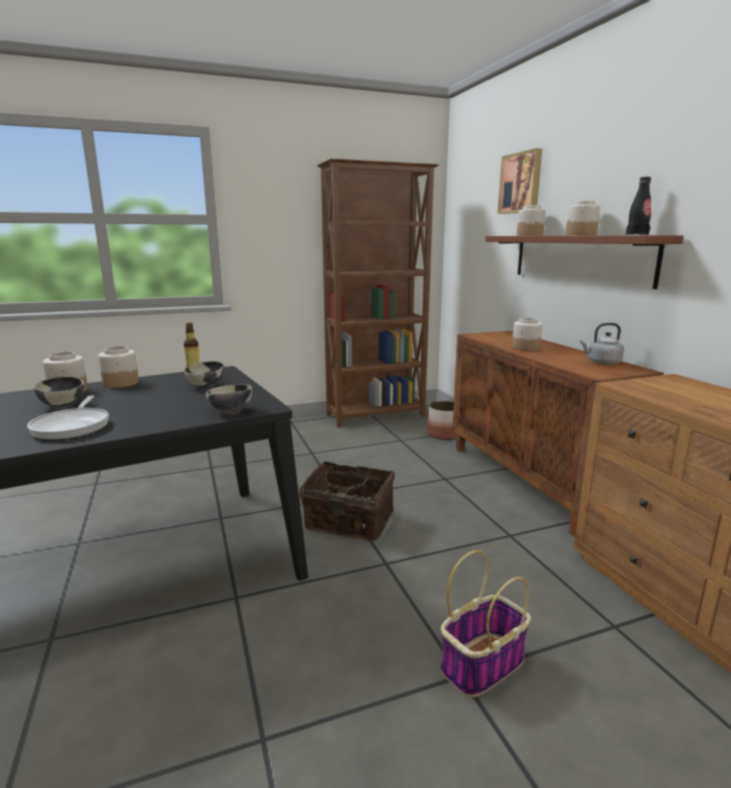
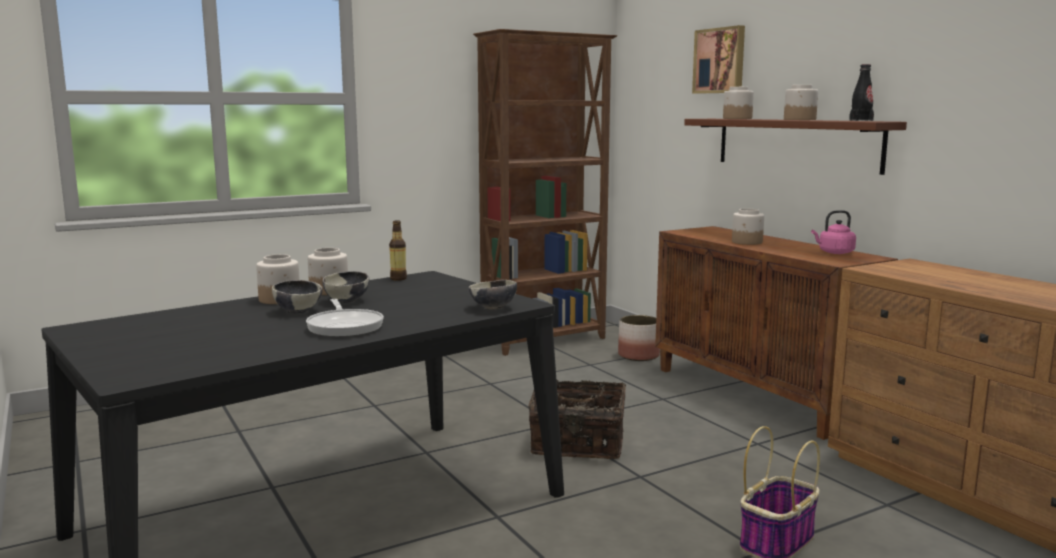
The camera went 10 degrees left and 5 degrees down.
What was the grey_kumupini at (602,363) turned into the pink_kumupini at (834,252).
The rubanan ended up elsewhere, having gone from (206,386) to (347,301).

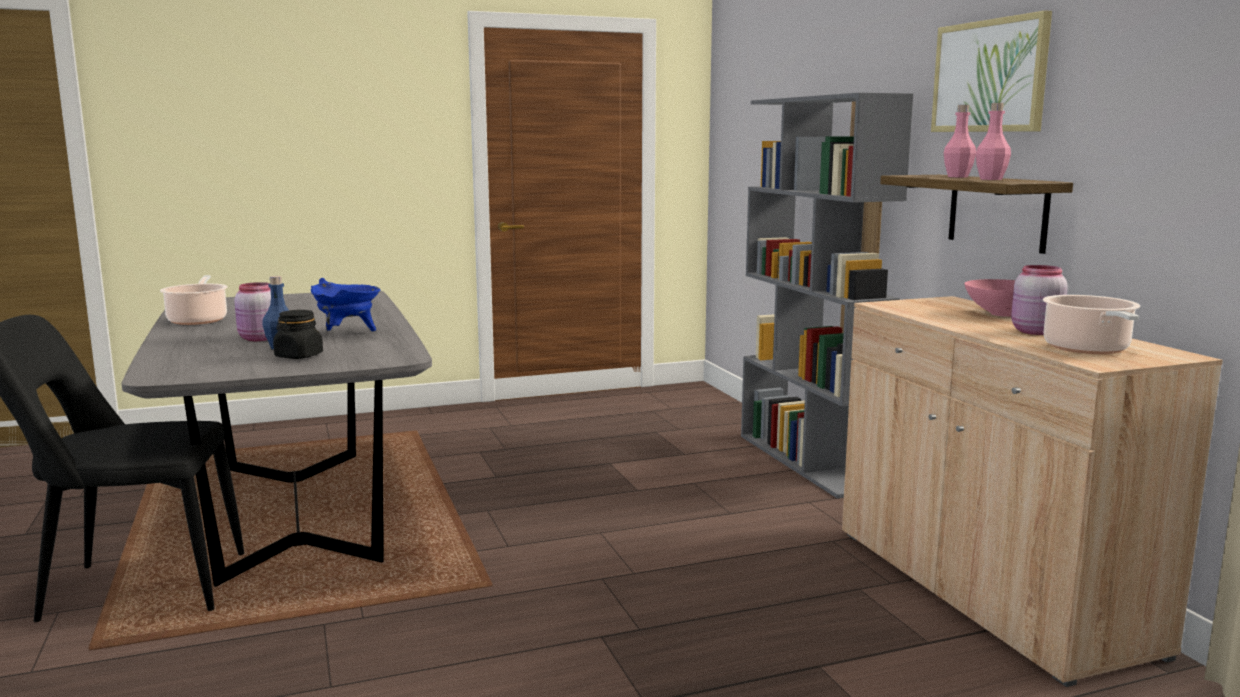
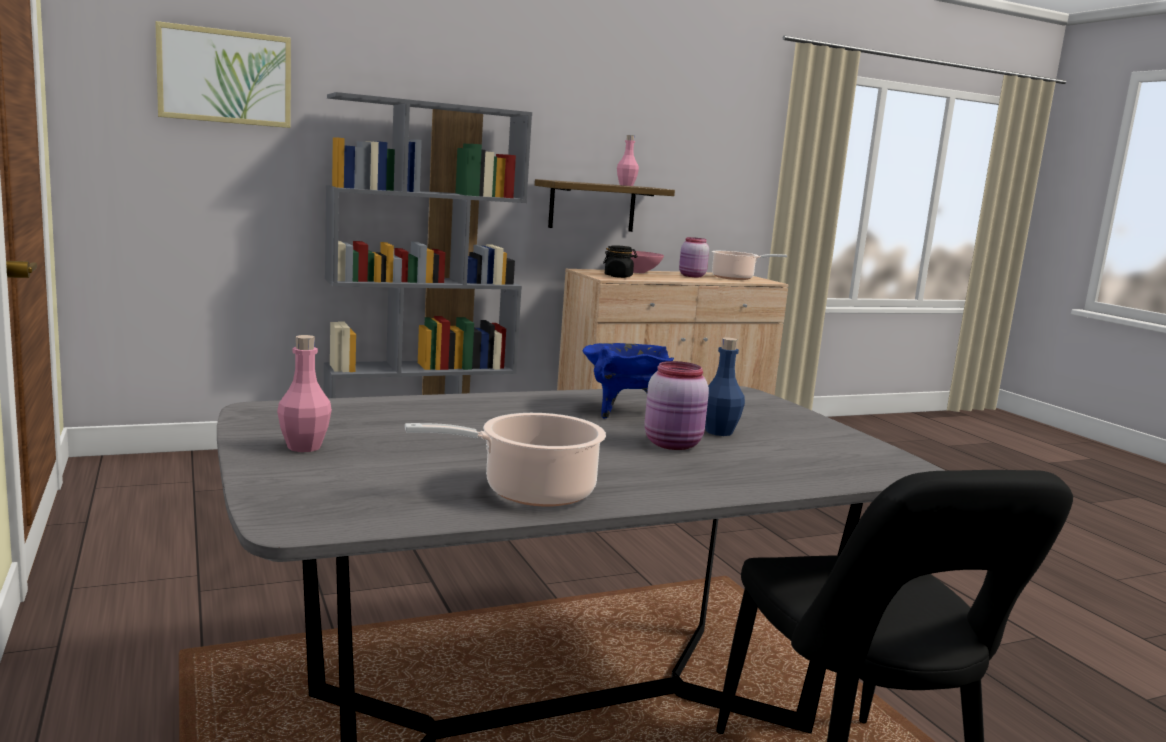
The camera went 95 degrees left and 0 degrees up.
The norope ended up elsewhere, having gone from (990,76) to (225,76).
The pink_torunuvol ended up elsewhere, having gone from (957,177) to (304,447).
The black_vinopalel ended up elsewhere, having gone from (299,356) to (618,276).

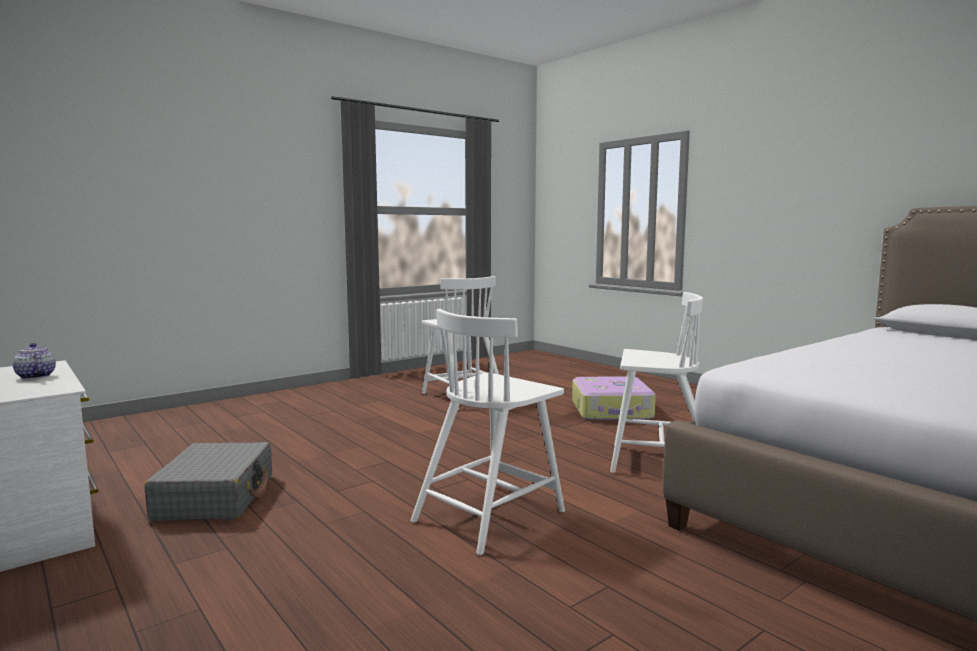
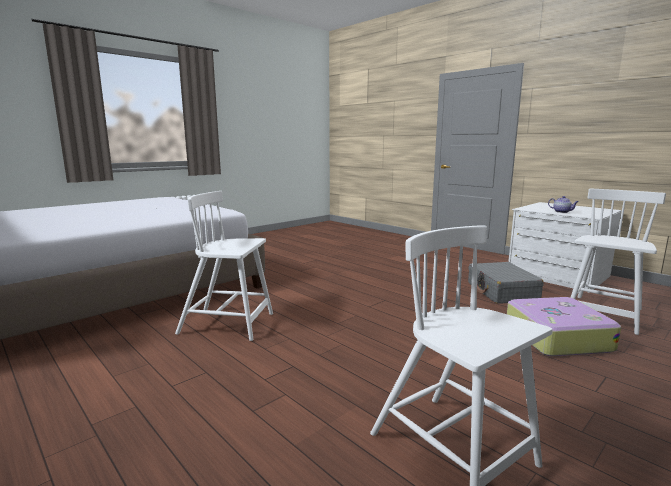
The camera went 175 degrees right and 5 degrees up.
The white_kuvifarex ended up elsewhere, having gone from (490,515) to (604,314).
The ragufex ended up elsewhere, having gone from (612,410) to (555,337).

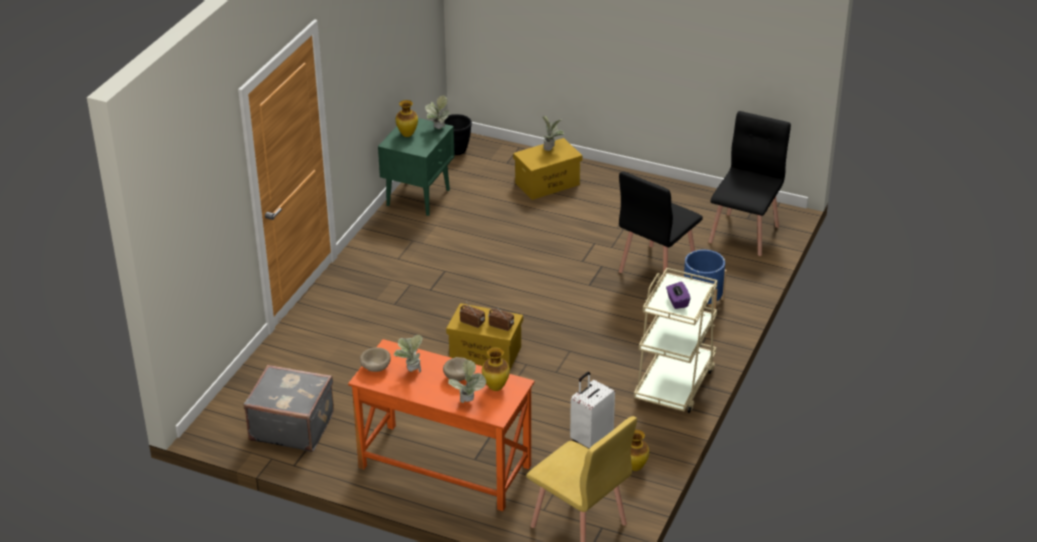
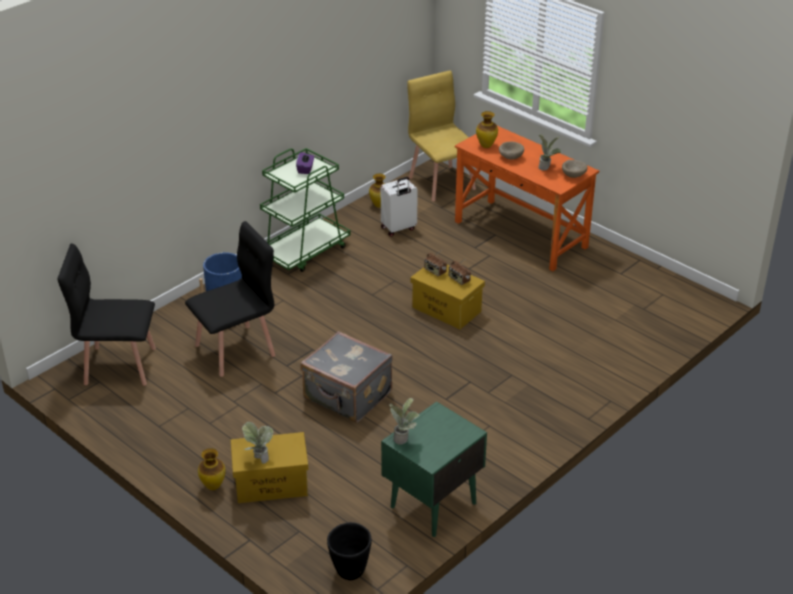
The camera went 160 degrees left and 0 degrees up.
The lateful ended up elsewhere, having gone from (407,135) to (213,486).
The black_kuvifarex at (744,234) ended up facing another way, 45 degrees clockwise from before.
What was the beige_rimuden at (674,383) turned into the green_rimuden at (305,251).
The second view lost the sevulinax at (468,403).
The grey_ragufex ended up elsewhere, having gone from (292,426) to (347,396).

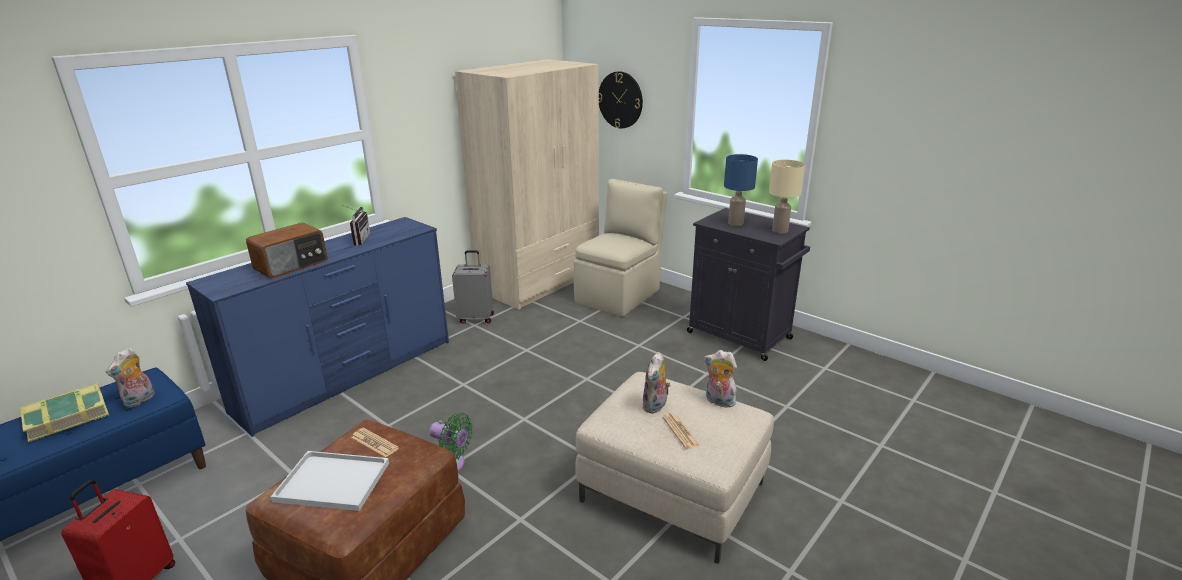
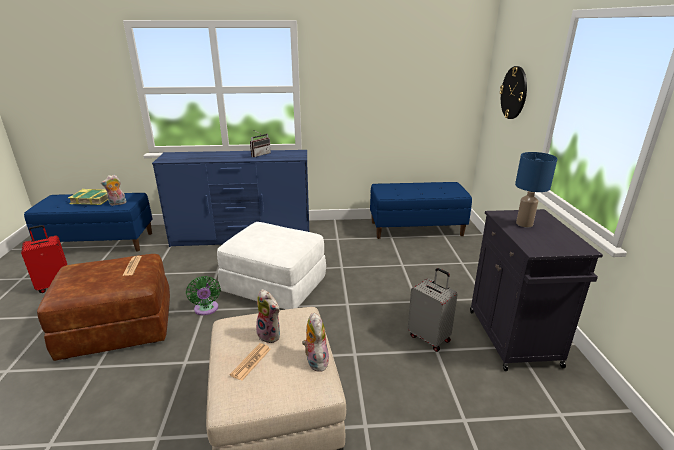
The camera went 45 degrees right and 0 degrees up.
Where the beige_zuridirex stood at (539,281), the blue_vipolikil came to stand at (416,228).
The second view lost the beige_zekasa at (779,231).
The second view lost the beige_kuvifarex at (619,295).
The second view lost the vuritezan at (292,265).
The grey_ragufex ended up elsewhere, having gone from (476,318) to (429,337).
The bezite at (655,406) ended up facing another way, 120 degrees counterclockwise from before.
The second view lost the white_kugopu at (330,482).
The second view gained the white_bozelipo at (275,285).

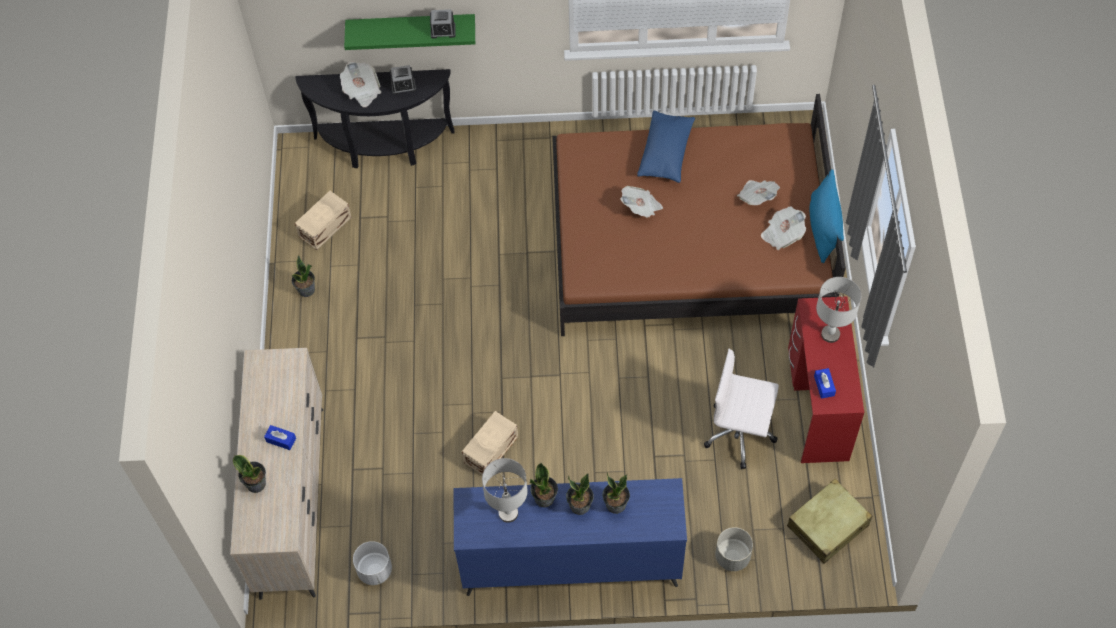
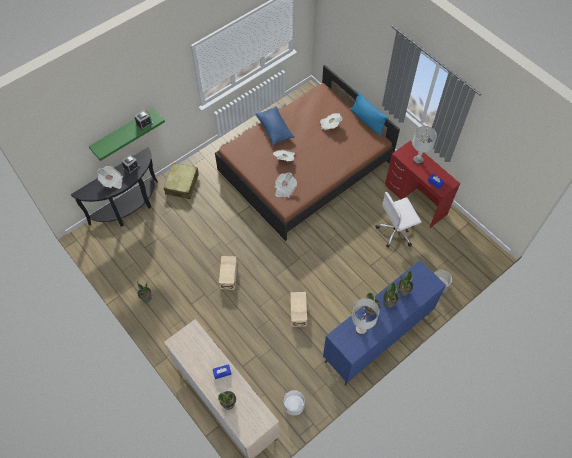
The camera went 40 degrees left and 0 degrees up.
The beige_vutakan ended up elsewhere, having gone from (326,227) to (229,275).
The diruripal ended up elsewhere, having gone from (782,234) to (284,189).
The beige_ragufex ended up elsewhere, having gone from (828,526) to (182,184).

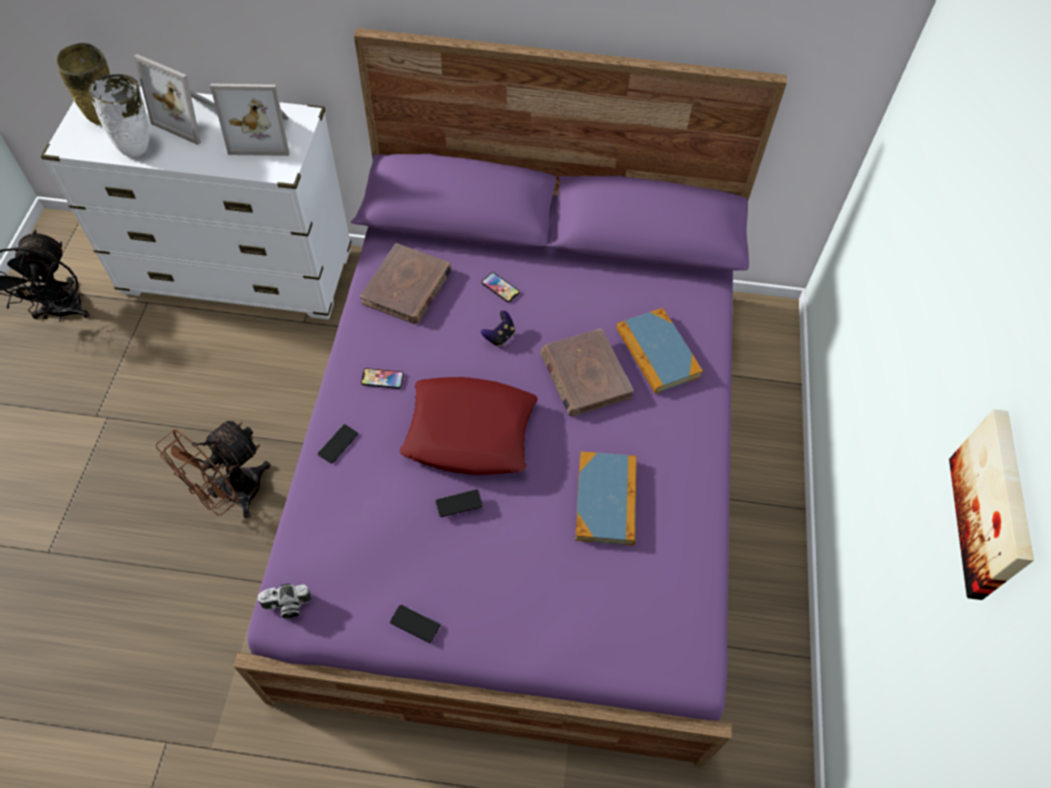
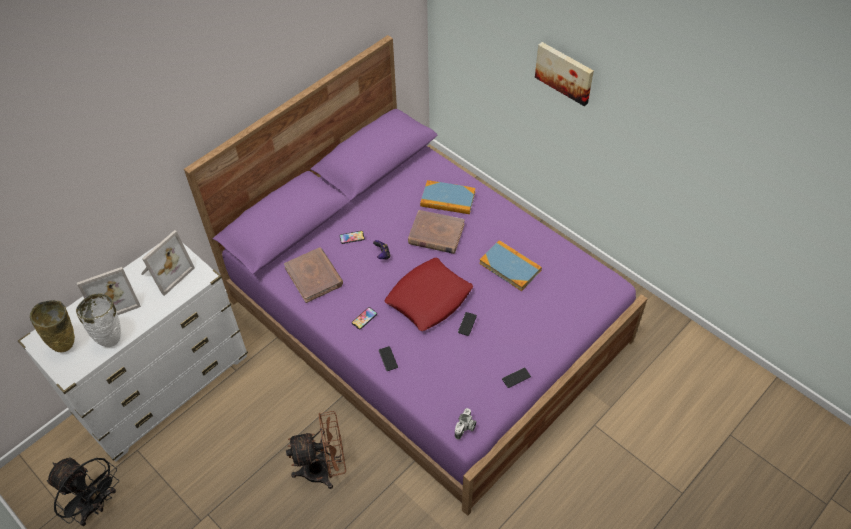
The camera went 50 degrees left and 5 degrees down.
The norope ended up elsewhere, having gone from (995,505) to (565,72).
The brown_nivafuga at (232,495) ended up facing another way, 90 degrees counterclockwise from before.

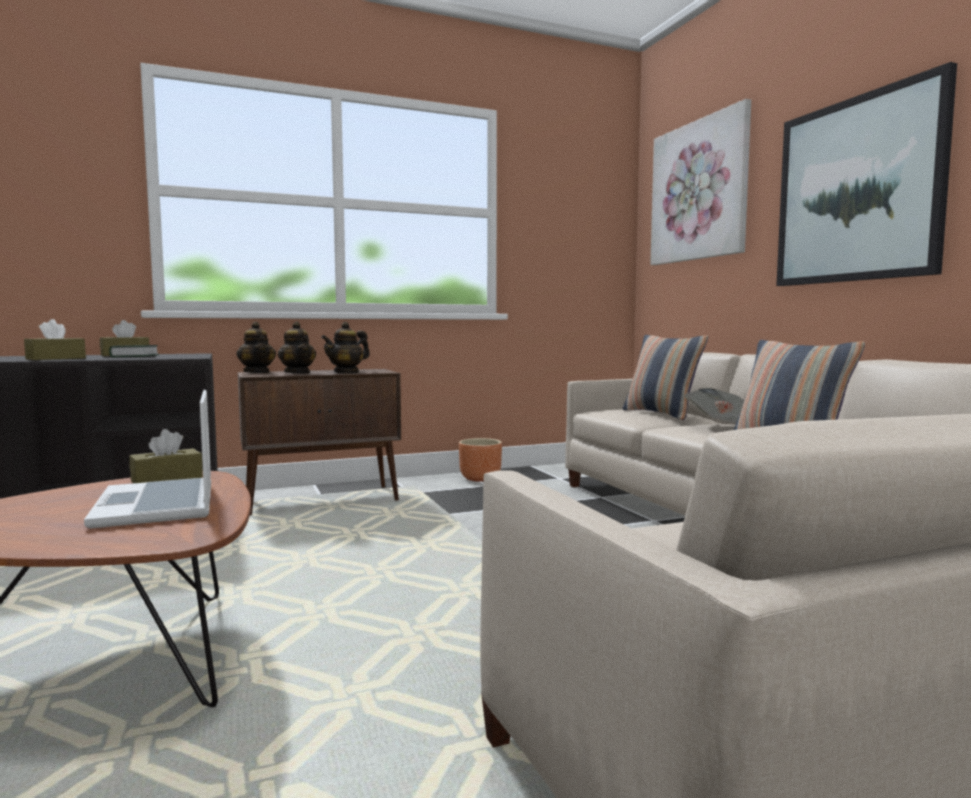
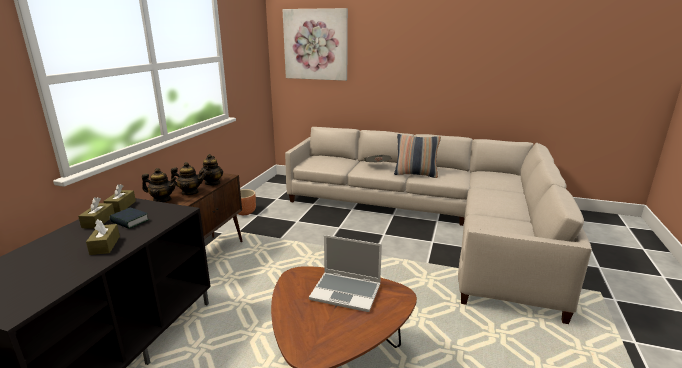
The camera went 50 degrees left and 15 degrees up.
The second view lost the norope at (857,190).
The second view lost the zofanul at (661,414).
The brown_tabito ended up elsewhere, having gone from (167,479) to (121,206).

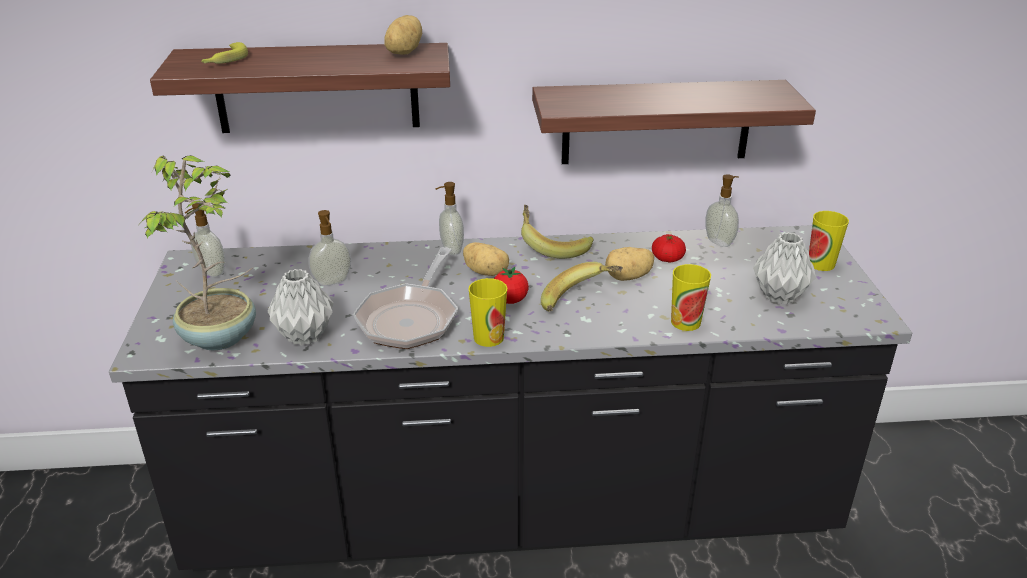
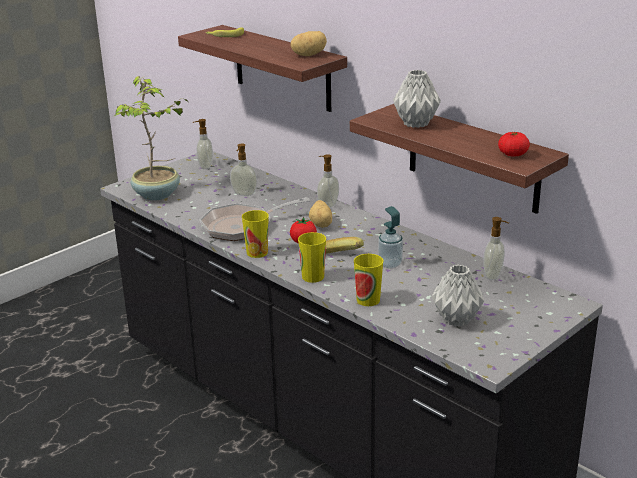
The camera went 50 degrees right and 5 degrees down.
The second view lost the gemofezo at (553,246).
The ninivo ended up elsewhere, having gone from (821,264) to (313,277).
The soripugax ended up elsewhere, having gone from (667,259) to (513,154).
Where the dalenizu stood at (628,277), the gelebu came to stand at (390,264).
The grey_lateful ended up elsewhere, having gone from (304,337) to (415,124).

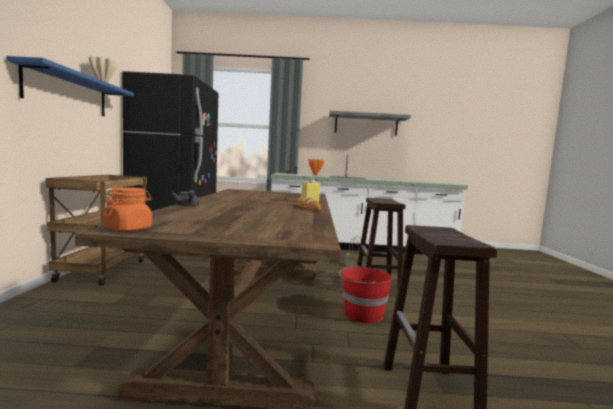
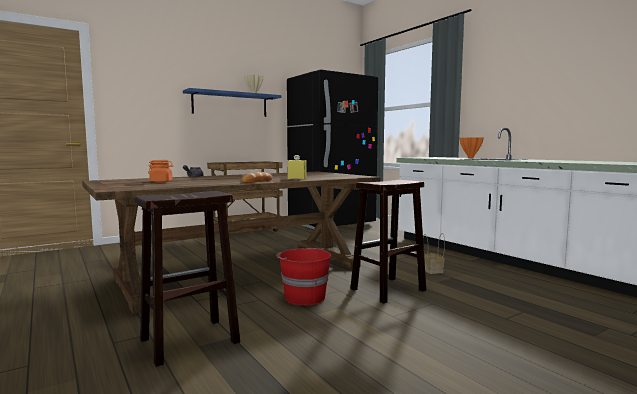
The camera went 55 degrees right and 0 degrees up.
The second view lost the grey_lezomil at (366,125).
The orange_vinopalel ended up elsewhere, having gone from (129,228) to (161,182).

